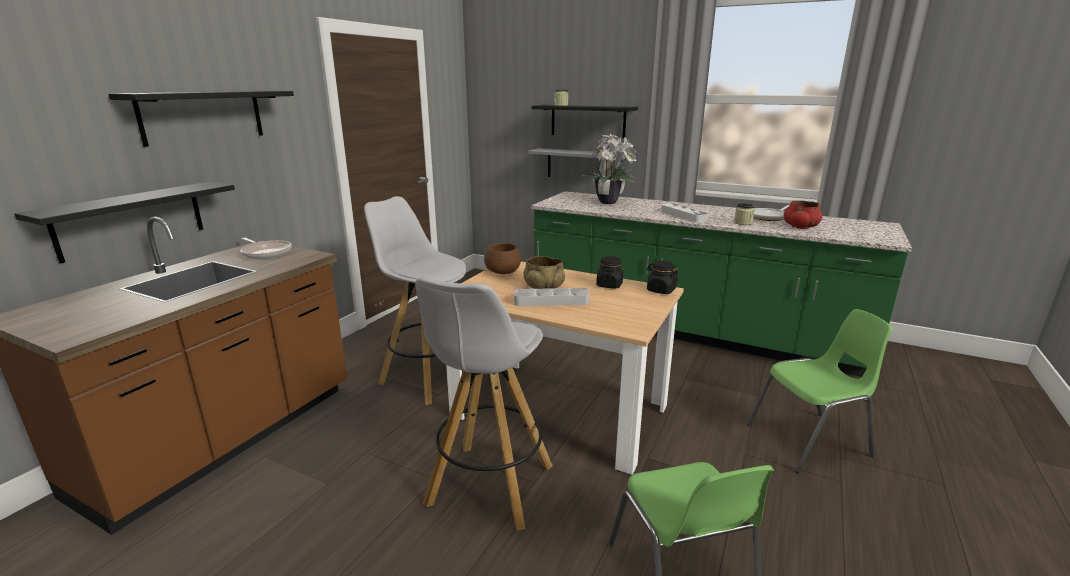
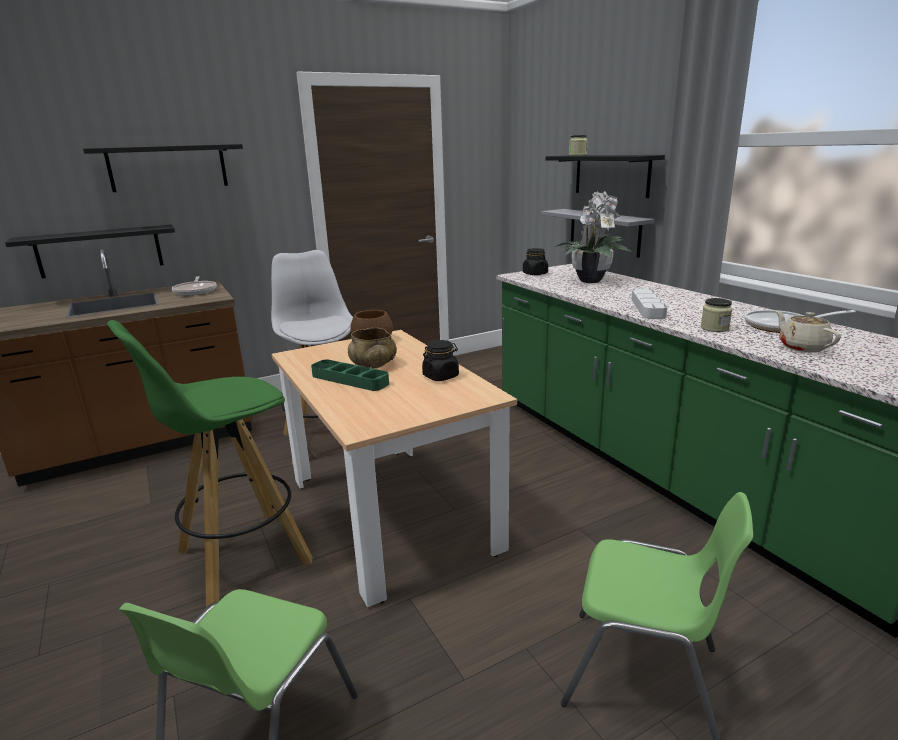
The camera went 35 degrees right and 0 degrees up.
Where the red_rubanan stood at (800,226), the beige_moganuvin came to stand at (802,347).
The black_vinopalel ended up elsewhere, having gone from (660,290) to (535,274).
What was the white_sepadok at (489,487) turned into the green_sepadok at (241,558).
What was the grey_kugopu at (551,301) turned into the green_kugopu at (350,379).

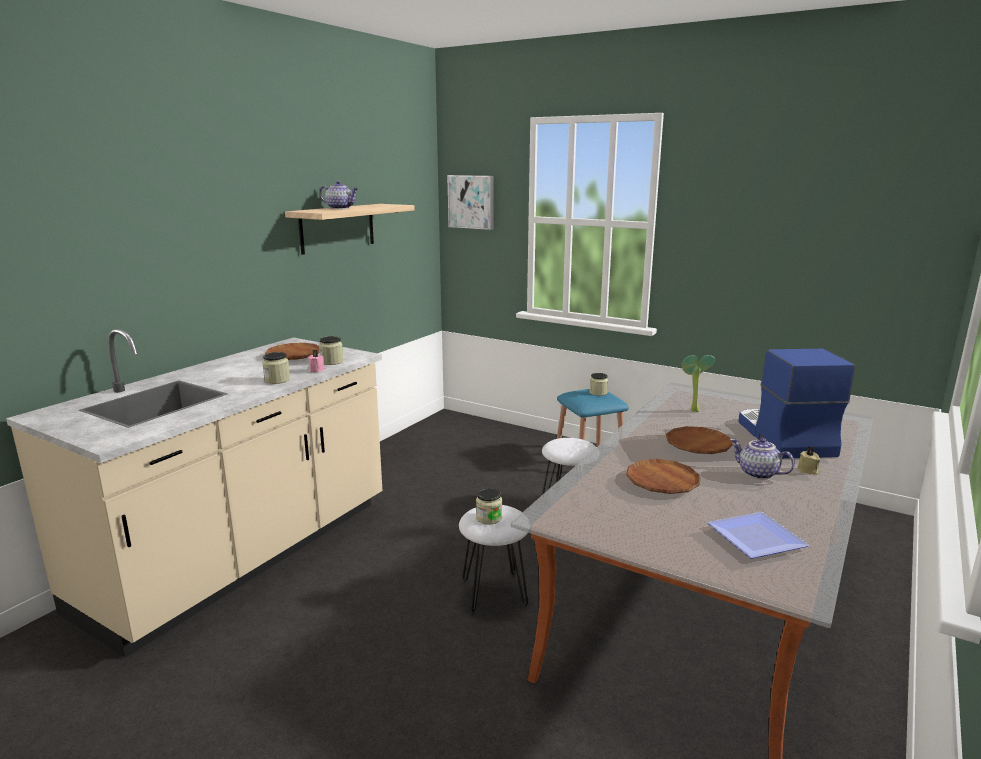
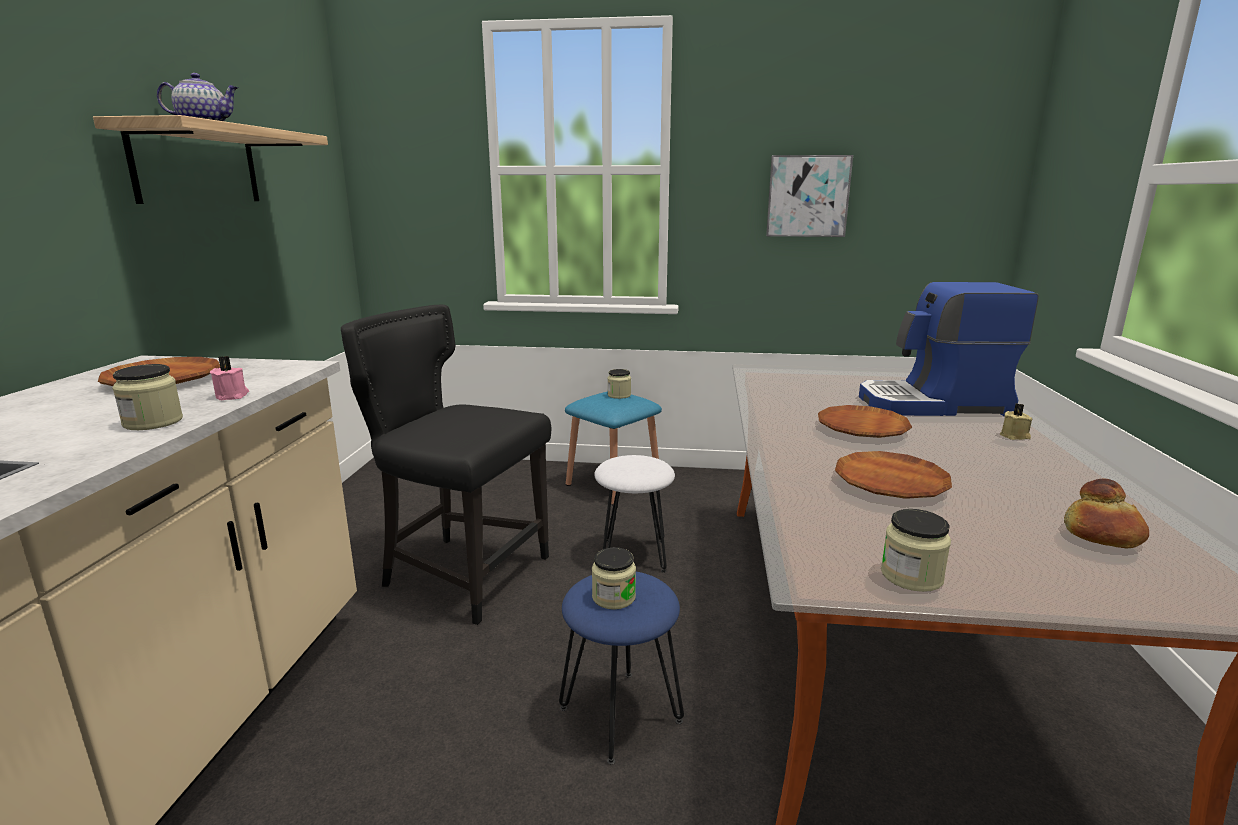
The camera went 25 degrees left and 0 degrees up.
The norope ended up elsewhere, having gone from (471,202) to (807,196).
The vinopalel ended up elsewhere, having gone from (331,362) to (911,576).
The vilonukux at (783,438) ended up facing another way, 60 degrees counterclockwise from before.
The second view lost the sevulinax at (692,410).
The second view lost the moganuvin at (757,474).
What was the white_sepadok at (494,593) turned into the blue_sepadok at (619,713).
Where the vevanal stood at (752,537), the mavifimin came to stand at (1101,535).
The second view gained the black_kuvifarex at (462,573).

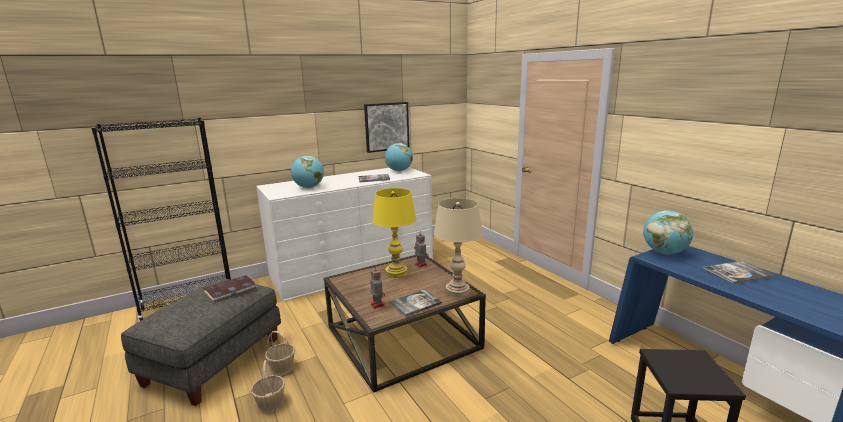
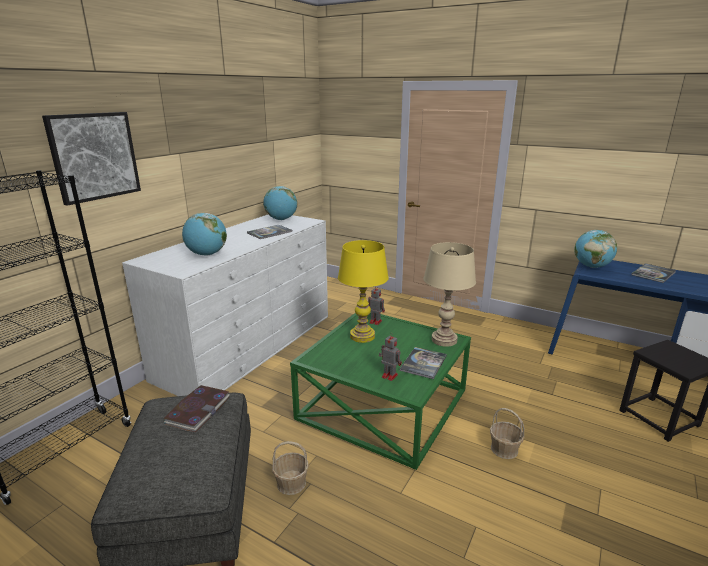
The camera went 30 degrees left and 5 degrees up.
The norope ended up elsewhere, having gone from (386,126) to (94,156).
What was the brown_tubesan at (402,337) turned into the green_tubesan at (382,404).
The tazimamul ended up elsewhere, having gone from (270,403) to (504,449).

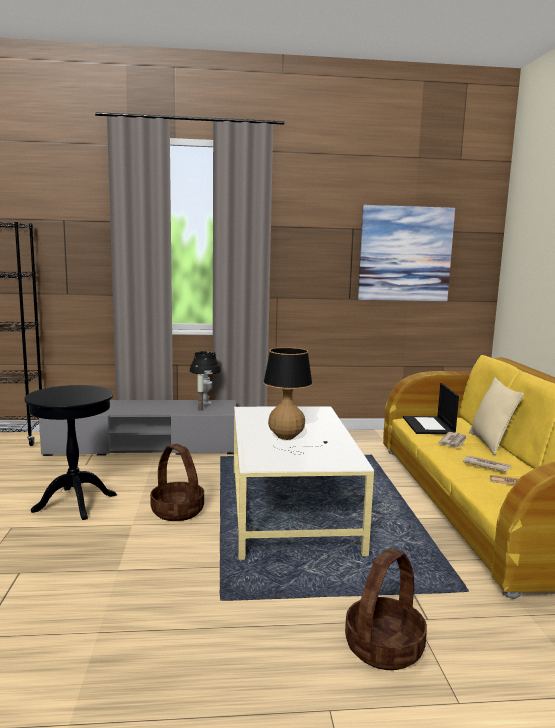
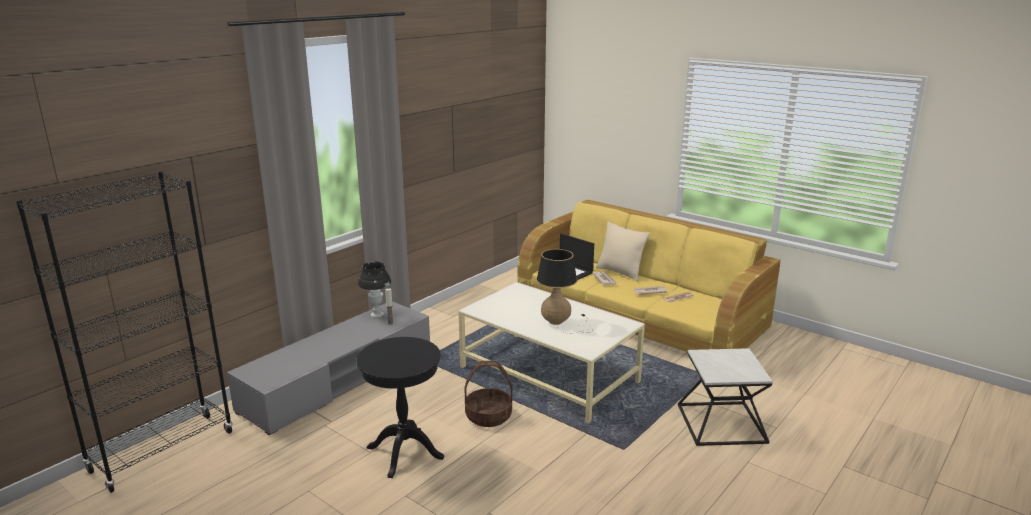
The camera went 45 degrees left and 10 degrees up.
The second view lost the norope at (405,254).
Where the tazimamul stood at (384,648), the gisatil came to stand at (722,423).

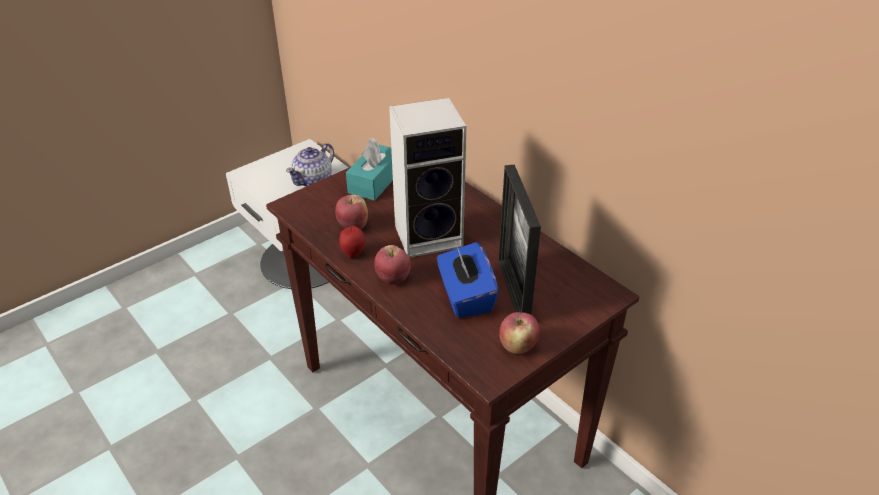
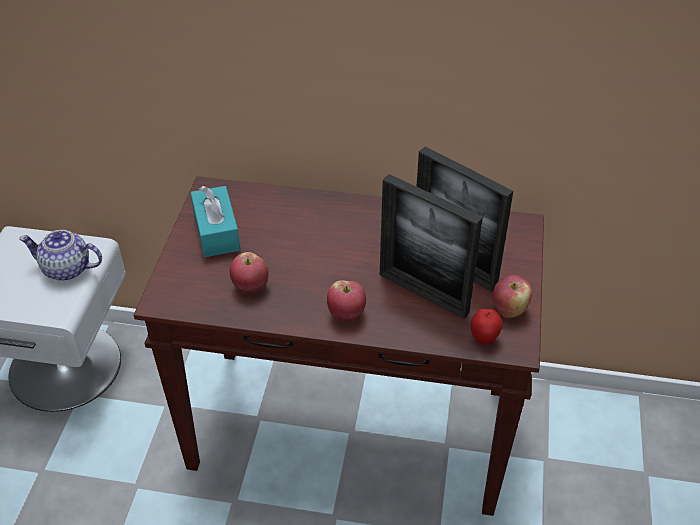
The camera went 40 degrees left and 5 degrees up.
The second view lost the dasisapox at (430,235).
The moganuvin at (313,180) ended up facing another way, 105 degrees clockwise from before.
The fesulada ended up elsewhere, having gone from (353,253) to (484,338).
Where the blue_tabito stood at (465,296), the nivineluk came to stand at (423,293).

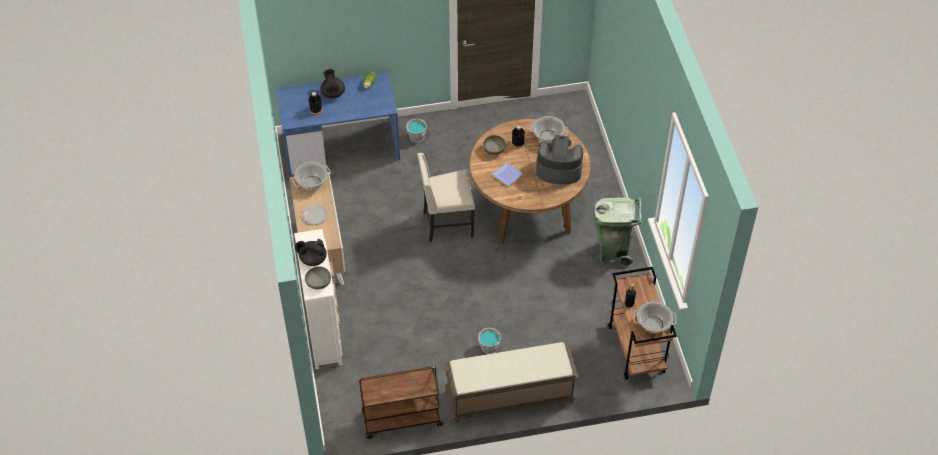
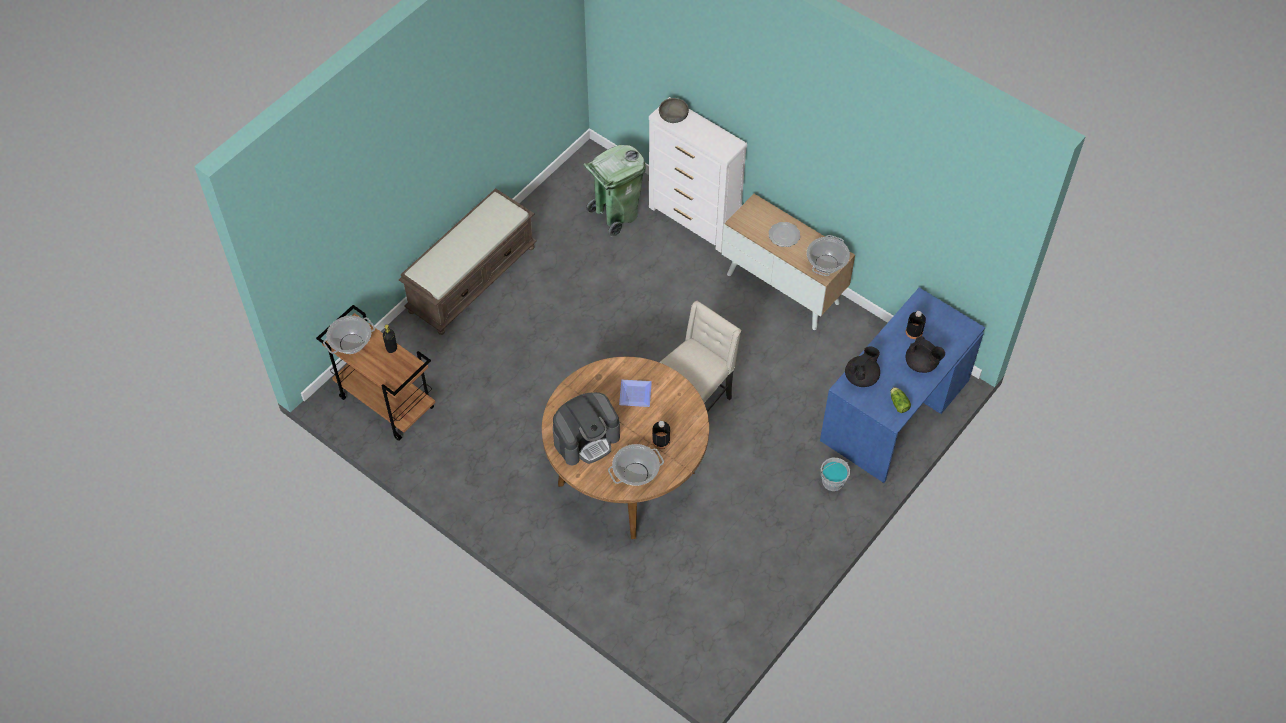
The camera went 140 degrees right and 5 degrees up.
The second view lost the grey_rubanan at (494,149).
The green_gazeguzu ended up elsewhere, having gone from (613,251) to (616,215).
The black_moganuvin ended up elsewhere, having gone from (312,259) to (861,377).
The second view lost the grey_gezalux at (489,347).
The second view lost the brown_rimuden at (401,419).

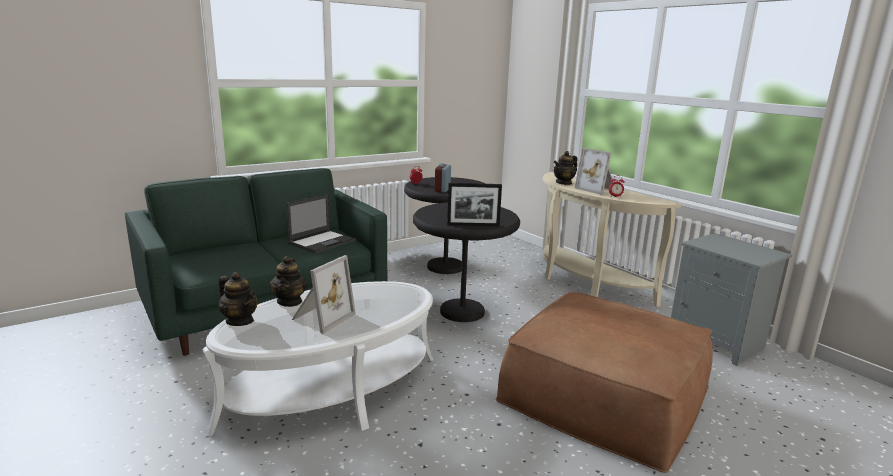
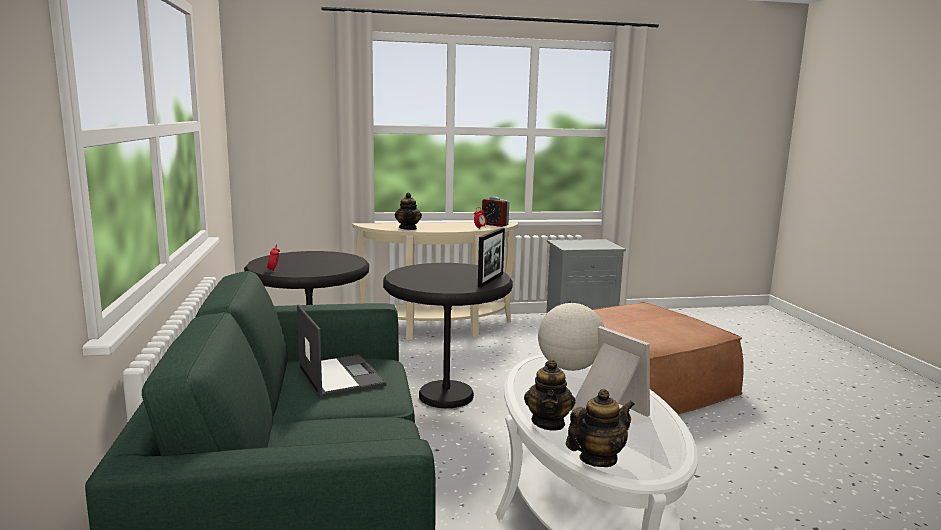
The camera went 65 degrees left and 5 degrees down.
The second view lost the nivineluk at (597,189).
The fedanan ended up elsewhere, having gone from (442,189) to (495,224).
The moganuvin at (290,301) ended up facing another way, 75 degrees clockwise from before.
The second view gained the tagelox at (570,368).

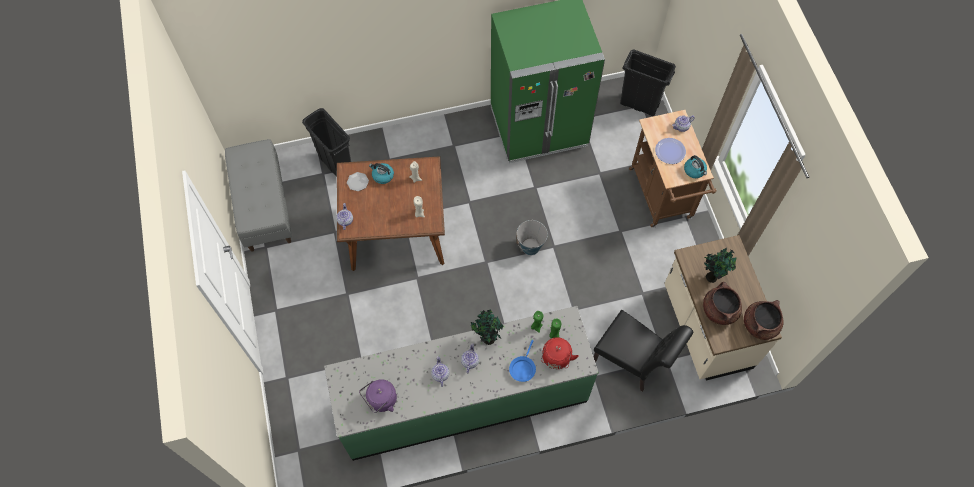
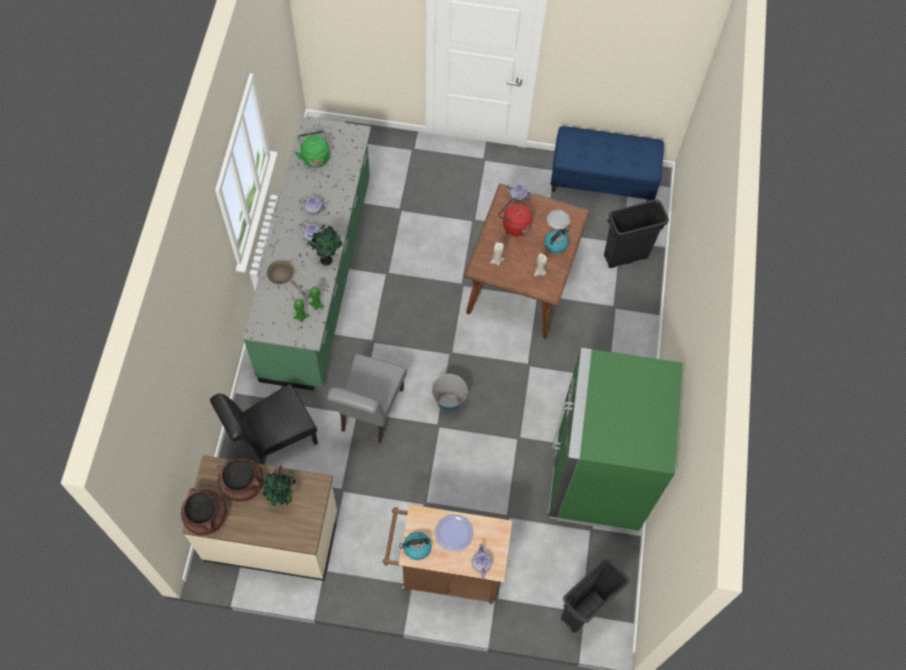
The camera went 110 degrees right and 0 degrees up.
What was the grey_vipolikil at (263,206) turned into the blue_vipolikil at (602,180).
The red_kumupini ended up elsewhere, having gone from (556,359) to (514,225).
What was the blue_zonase at (522,368) turned into the brown_zonase at (283,276).
What was the purple_kumupini at (381,400) turned into the green_kumupini at (315,156).
The second view gained the grey_kuvifarex at (370,413).

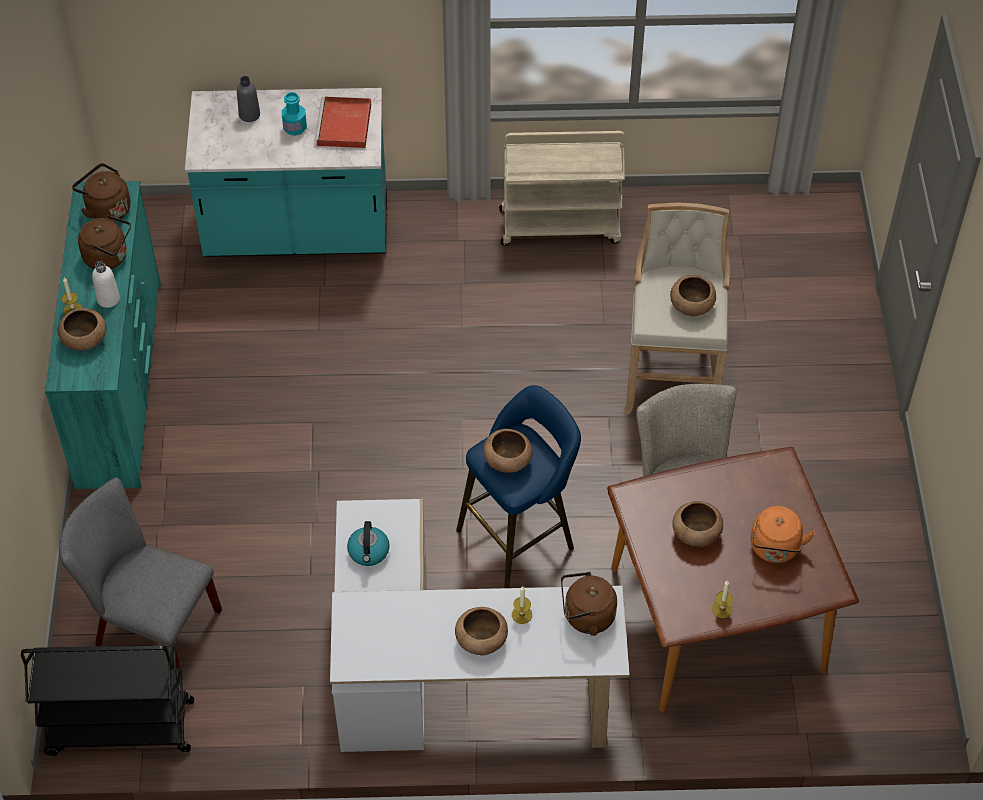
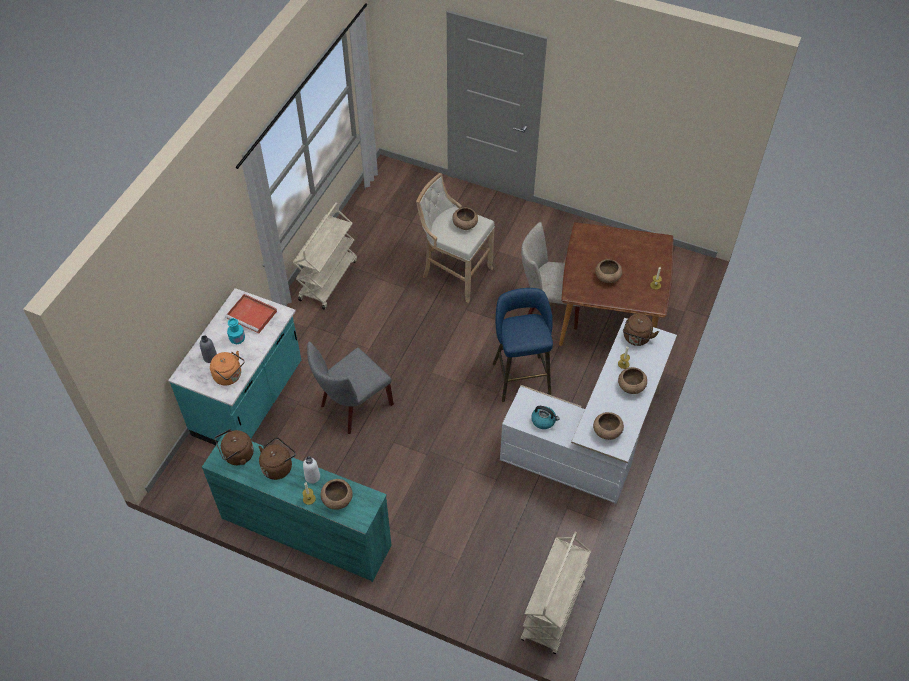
The camera went 65 degrees left and 0 degrees up.
The brown_rubanan ended up elsewhere, having gone from (507,460) to (606,431).
The grey_kuvifarex ended up elsewhere, having gone from (150,626) to (352,407).
The orange_kumupini ended up elsewhere, having gone from (775,549) to (229,376).
What was the black_rimuden at (119,728) turned into the beige_rimuden at (553,610).

